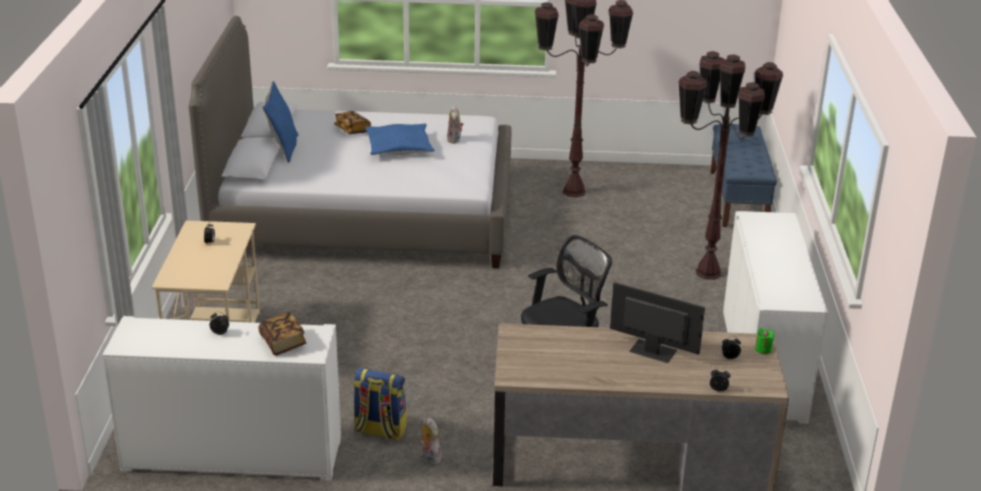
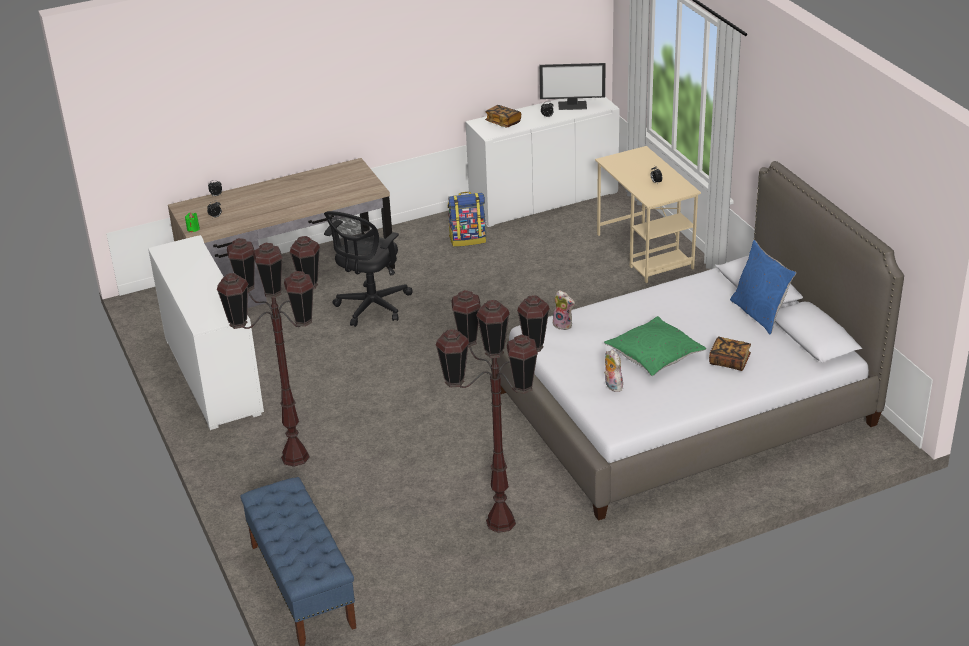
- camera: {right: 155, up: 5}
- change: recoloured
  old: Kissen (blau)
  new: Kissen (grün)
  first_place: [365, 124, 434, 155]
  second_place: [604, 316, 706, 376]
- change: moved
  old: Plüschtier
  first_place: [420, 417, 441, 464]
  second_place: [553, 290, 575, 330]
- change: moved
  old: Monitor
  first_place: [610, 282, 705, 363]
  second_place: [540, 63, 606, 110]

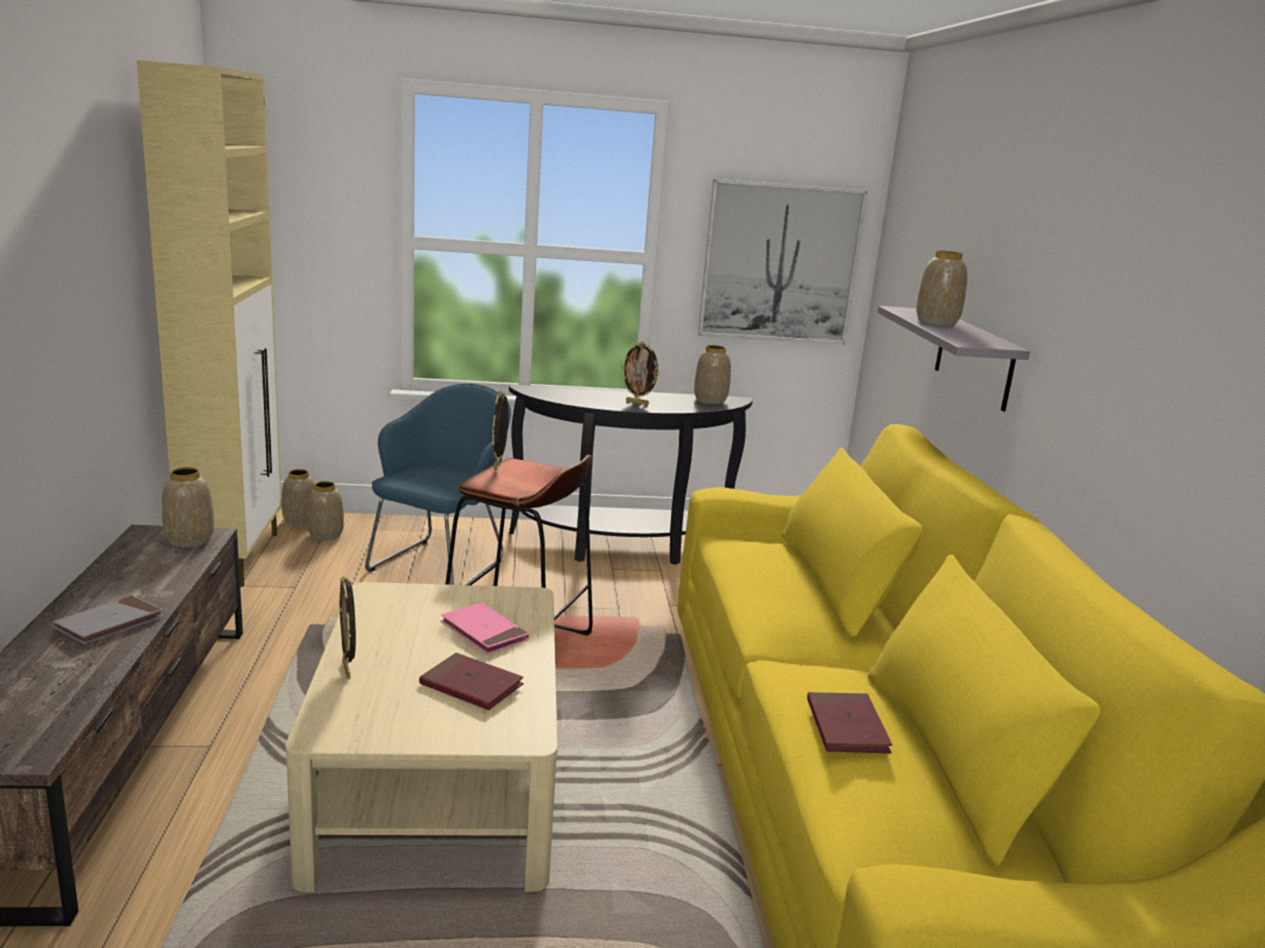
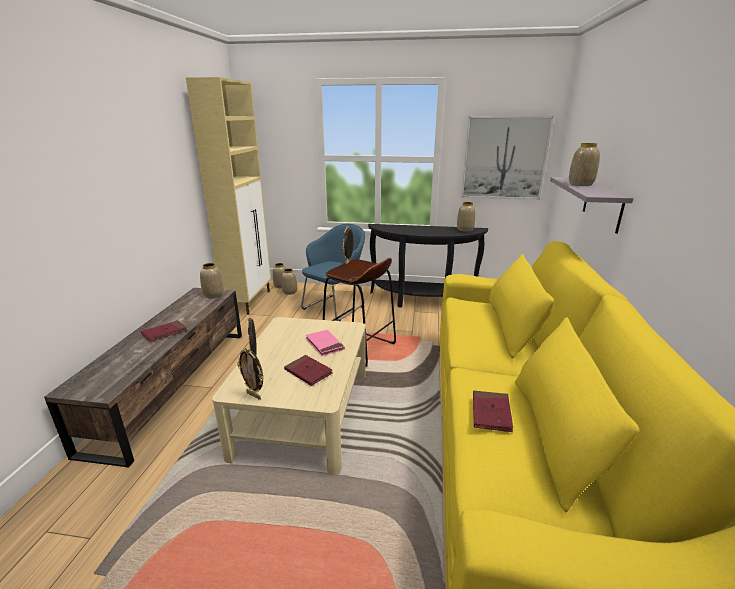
- camera: {right: 15, up: 5}
- change: recoloured
  old: Buch (grau)
  new: Buch (rot)
  first_place: [53, 596, 164, 644]
  second_place: [141, 320, 187, 342]
- change: moved
  old: Bilderrahmen
  first_place: [621, 341, 660, 405]
  second_place: [237, 348, 263, 400]

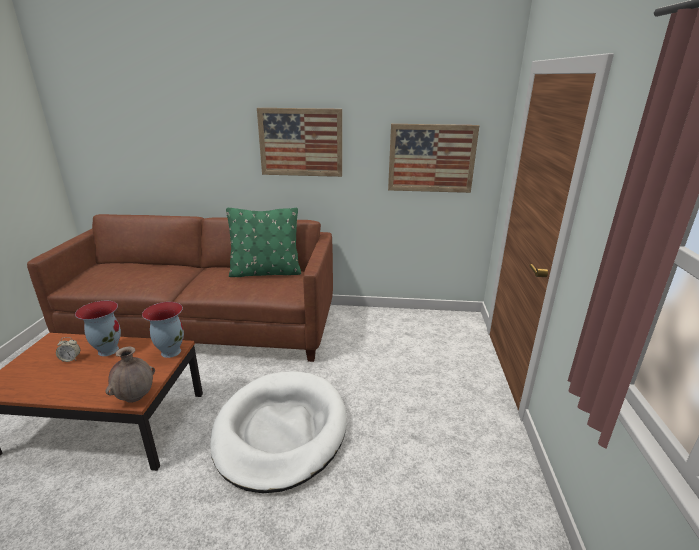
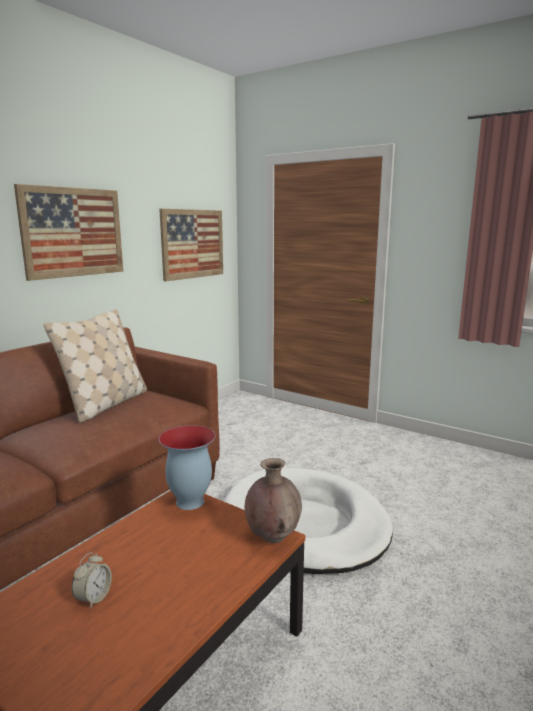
- camera: {right: -60, up: -10}
- change: removed
  old: Vase
  first_place: [75, 301, 121, 356]
- change: recoloured
  old: Kissen (grün)
  new: Kissen (beige)
  first_place: [226, 208, 301, 277]
  second_place: [44, 309, 147, 423]

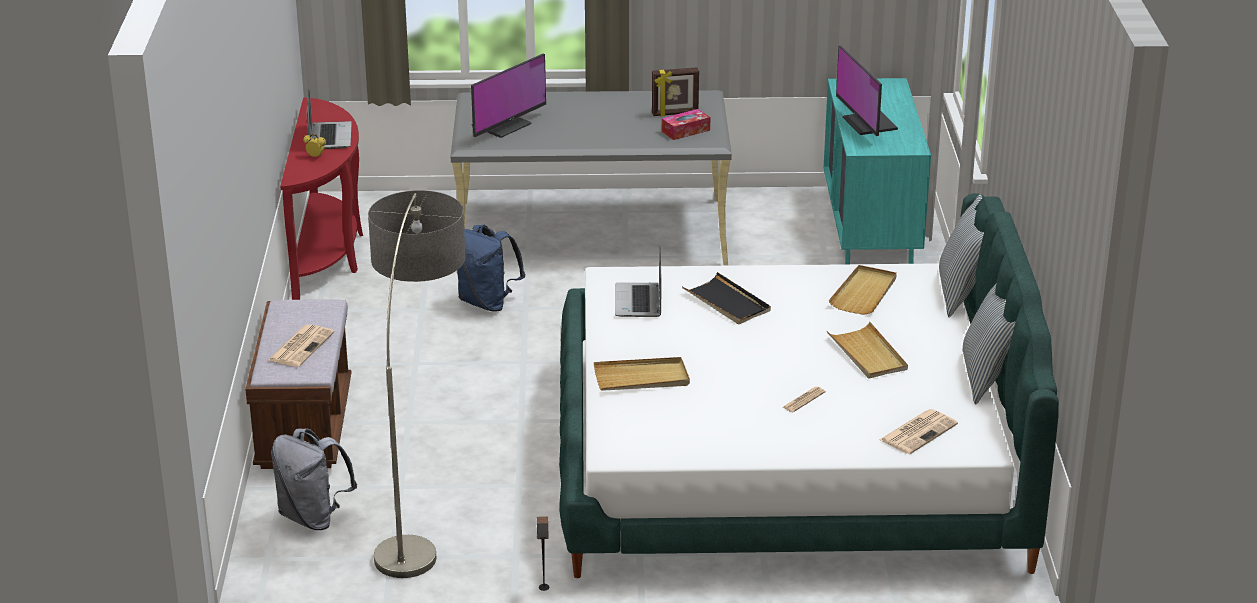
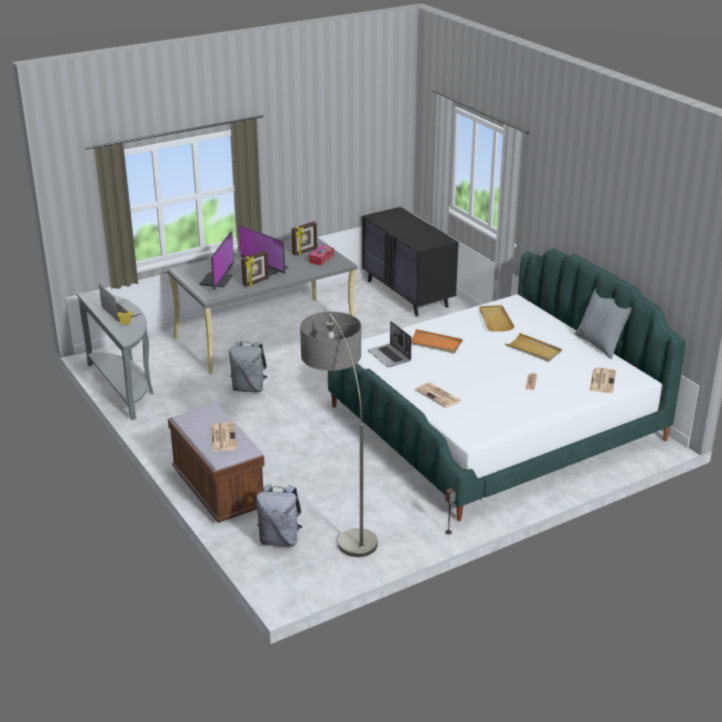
- camera: {right: -30, up: 0}
- change: recoloured
  old: Konsolentisch (rot)
  new: Konsolentisch (grau)
  first_place: [280, 98, 363, 300]
  second_place: [77, 292, 153, 420]
- change: recoloured
  old: Rucksack (blau)
  new: Rucksack (grau)
  first_place: [457, 225, 525, 312]
  second_place: [229, 341, 267, 392]
- change: replaced
  old: Tablett (beige)
  new: Zeitung
  first_place: [594, 357, 690, 391]
  second_place: [415, 382, 462, 408]
- change: recoloured
  old: Tablett (schwarz)
  new: Tablett (orange)
  first_place: [682, 272, 771, 325]
  second_place: [411, 329, 462, 353]
- change: recoloured
  old: Kommode (türkis)
  new: Kommode (schwarz)
  first_place: [823, 78, 931, 264]
  second_place: [362, 207, 459, 317]
- change: moved
  old: Monitor
  first_place: [836, 45, 898, 136]
  second_place: [239, 225, 288, 276]
- change: removed
  old: Kissen
  first_place: [939, 194, 984, 318]
- change: added
  new: Bilderrahmen
  second_place: [241, 250, 269, 287]

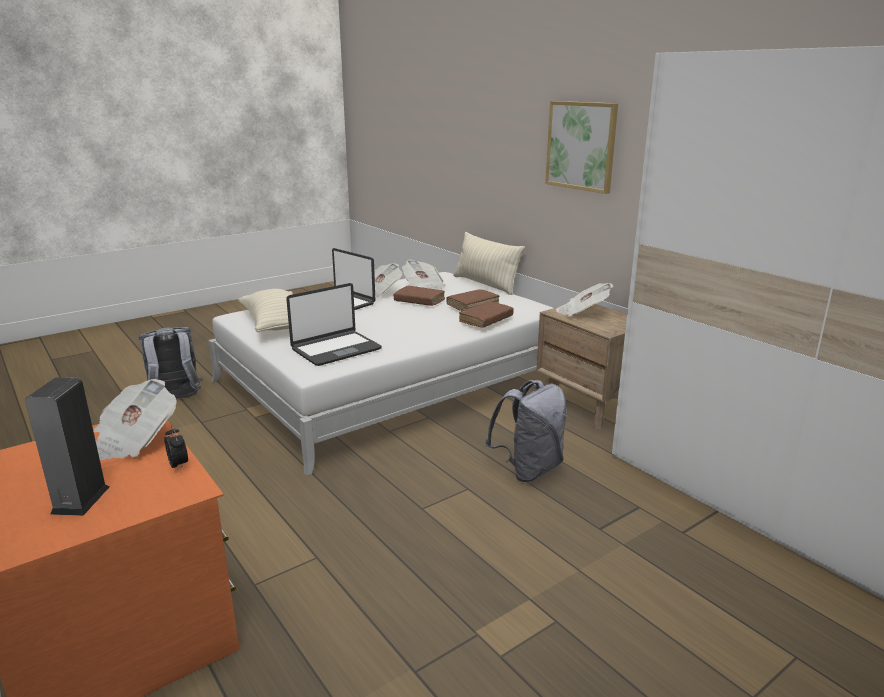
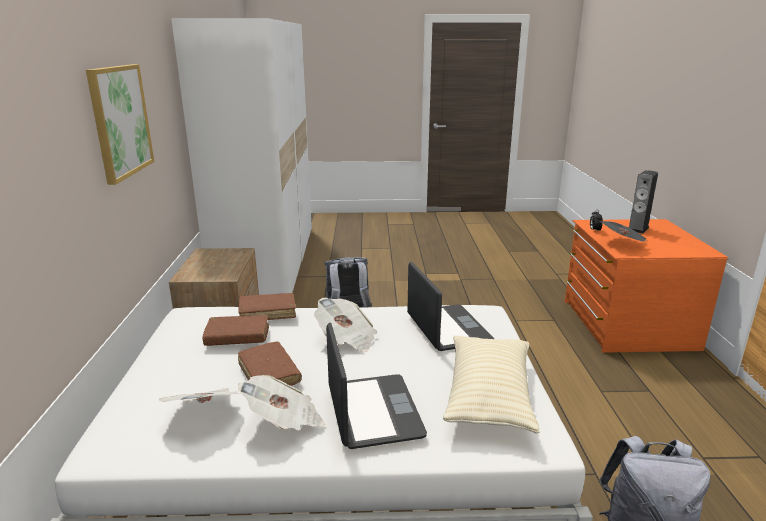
- camera: {right: -145, up: 0}
- change: turned
  old: Laptop
  first_place: [286, 283, 382, 366]
  second_place: [407, 262, 494, 351]
  degrees: 75
- change: removed
  old: Kissen (beige)
  first_place: [453, 232, 525, 295]
- change: moved
  old: Zeitung
  first_place: [555, 283, 614, 316]
  second_place: [314, 297, 378, 352]

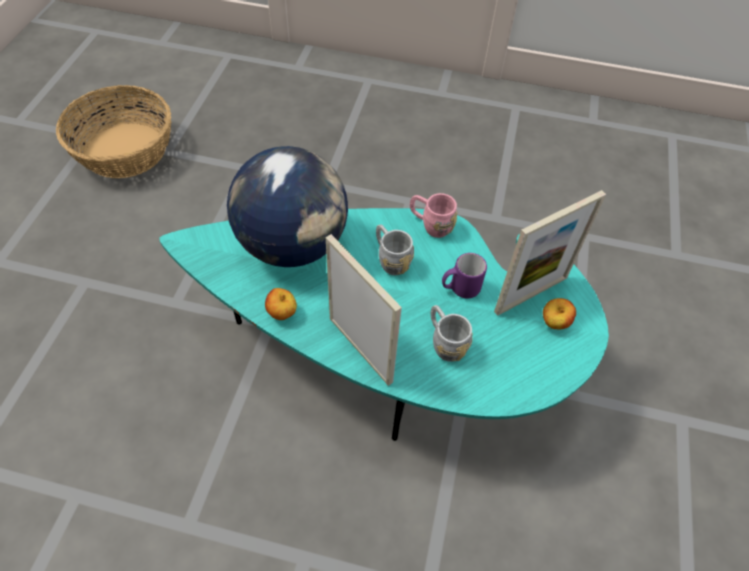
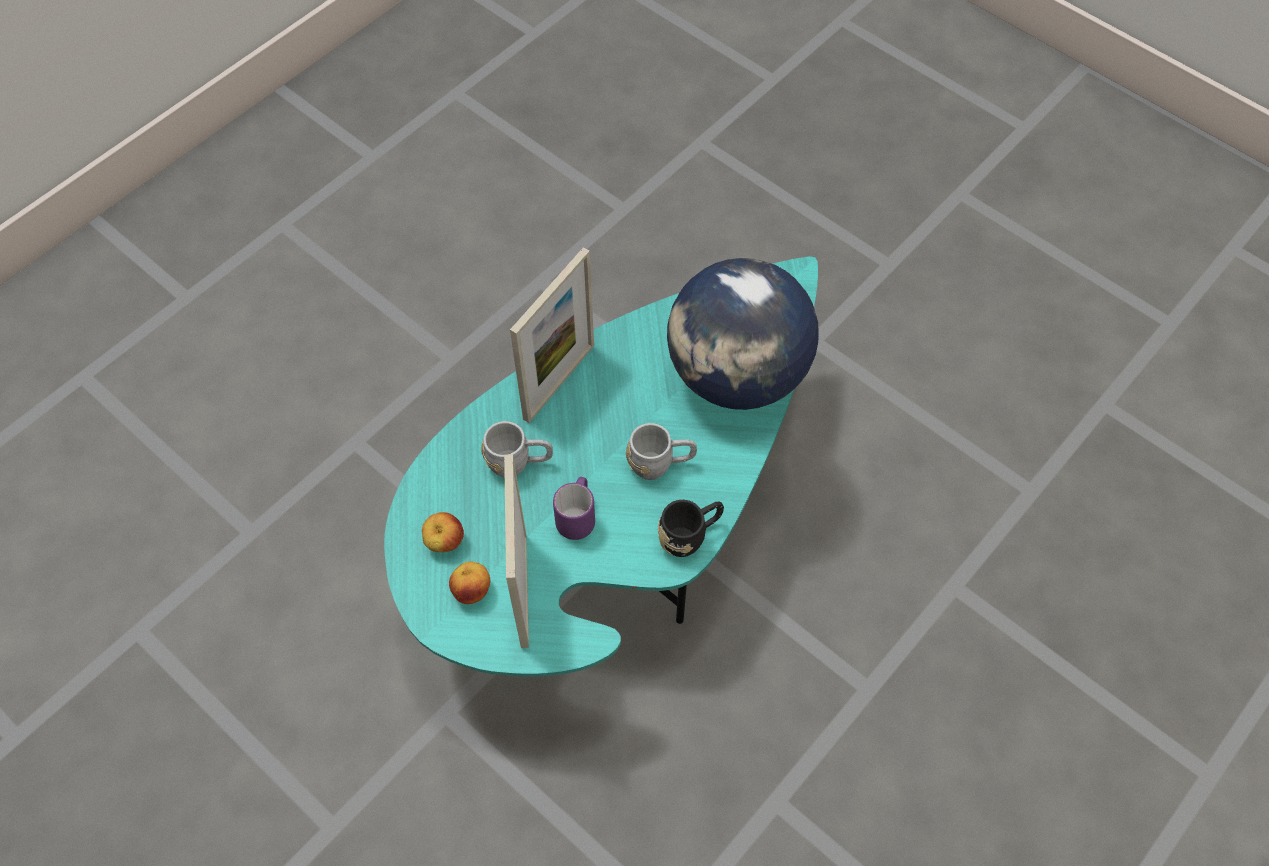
- camera: {right: 120, up: 5}
- change: removed
  old: Korb
  first_place: [56, 85, 172, 178]
- change: moved
  old: Apfel
  first_place: [265, 288, 297, 320]
  second_place: [422, 512, 464, 552]
- change: turned
  old: Bilderrahmen
  first_place: [326, 234, 402, 386]
  second_place: [510, 247, 594, 423]
  degrees: -45
- change: recoloured
  old: Henkelbecher (rosa)
  new: Henkelbecher (schwarz)
  first_place: [410, 193, 457, 238]
  second_place: [658, 500, 724, 557]

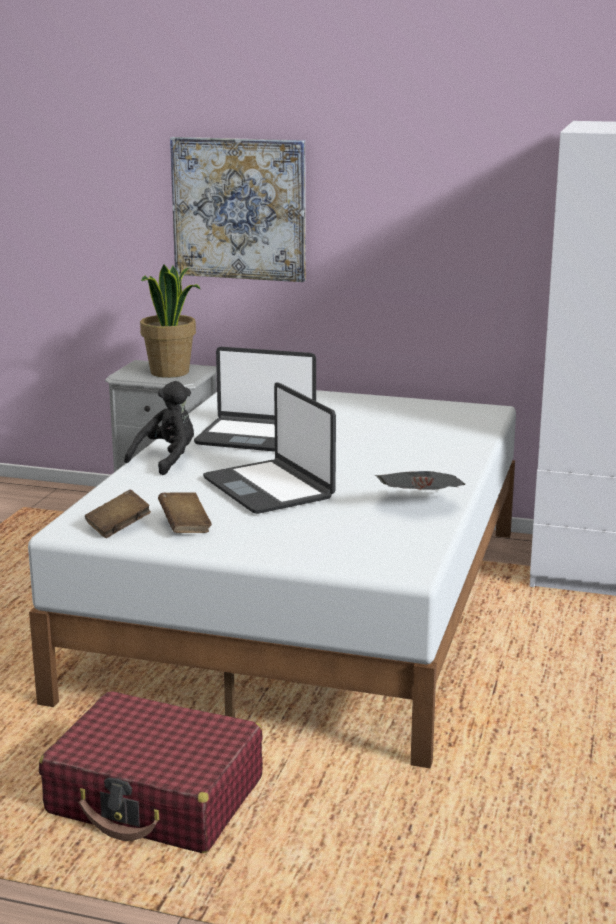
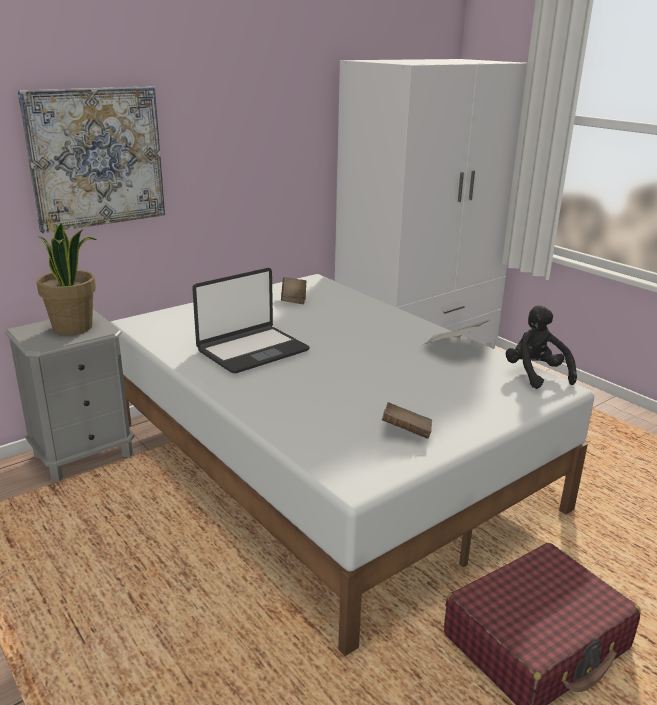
- camera: {right: -55, up: 5}
- change: moved
  old: Buch (braun)
  first_place: [85, 490, 151, 538]
  second_place: [281, 277, 306, 304]
- change: moved
  old: Plüschtier (schwarz)
  first_place: [124, 381, 194, 475]
  second_place: [506, 305, 577, 389]
- change: removed
  old: Laptop
  first_place: [203, 382, 336, 514]

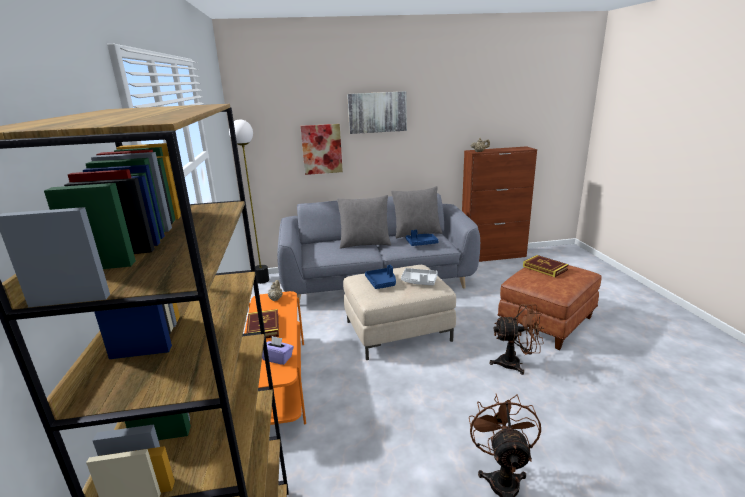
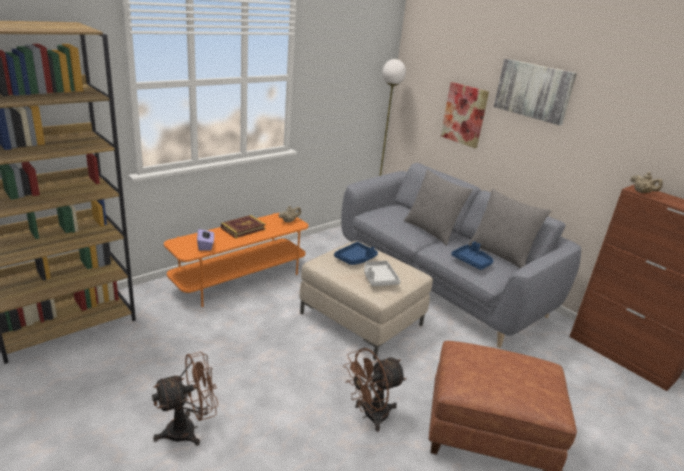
- camera: {right: 55, up: 5}
- change: turned
  old: Ventilator (braun)
  first_place: [490, 304, 544, 375]
  second_place: [344, 348, 406, 432]
  degrees: 90
- change: removed
  old: Buch
  first_place: [523, 255, 569, 277]

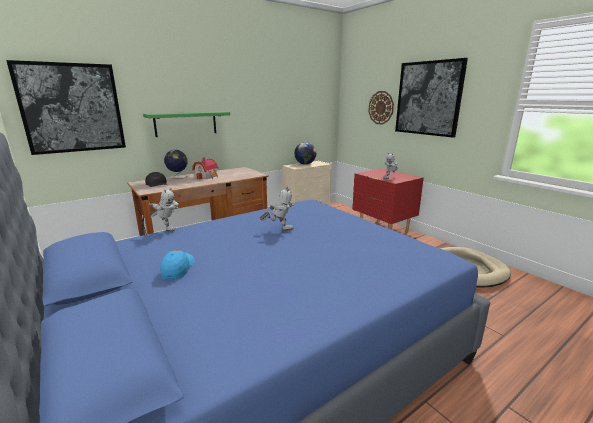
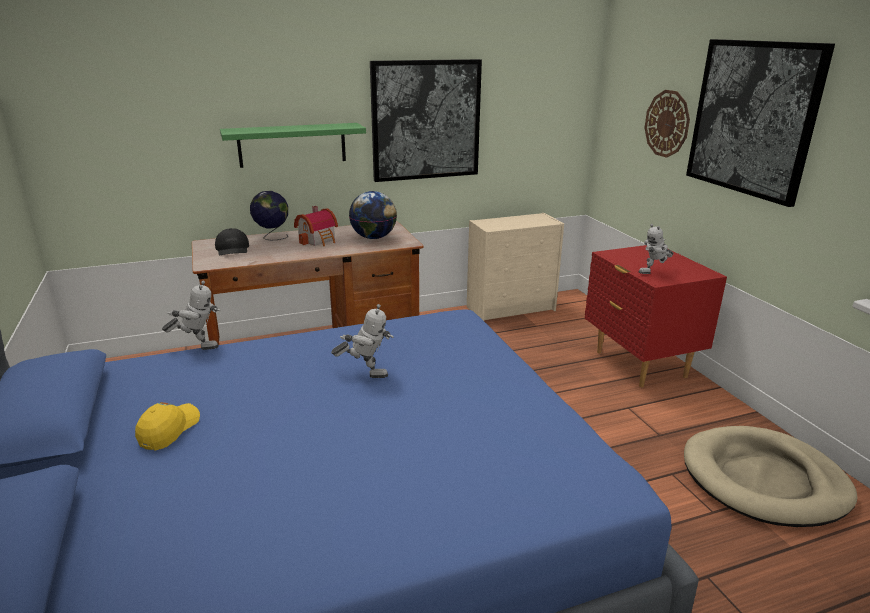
- camera: {right: 15, up: 5}
- change: moved
  old: Bild
  first_place: [6, 60, 126, 155]
  second_place: [370, 59, 482, 182]
- change: turned
  old: Spielzeugroboter
  first_place: [149, 188, 179, 232]
  second_place: [162, 281, 220, 350]
  degrees: -45
- change: recoloured
  old: Kappe (blau)
  new: Kappe (gelb)
  first_place: [160, 250, 195, 280]
  second_place: [135, 402, 200, 451]
- change: moved
  old: Globus
  first_place: [294, 142, 317, 165]
  second_place: [349, 191, 397, 239]

